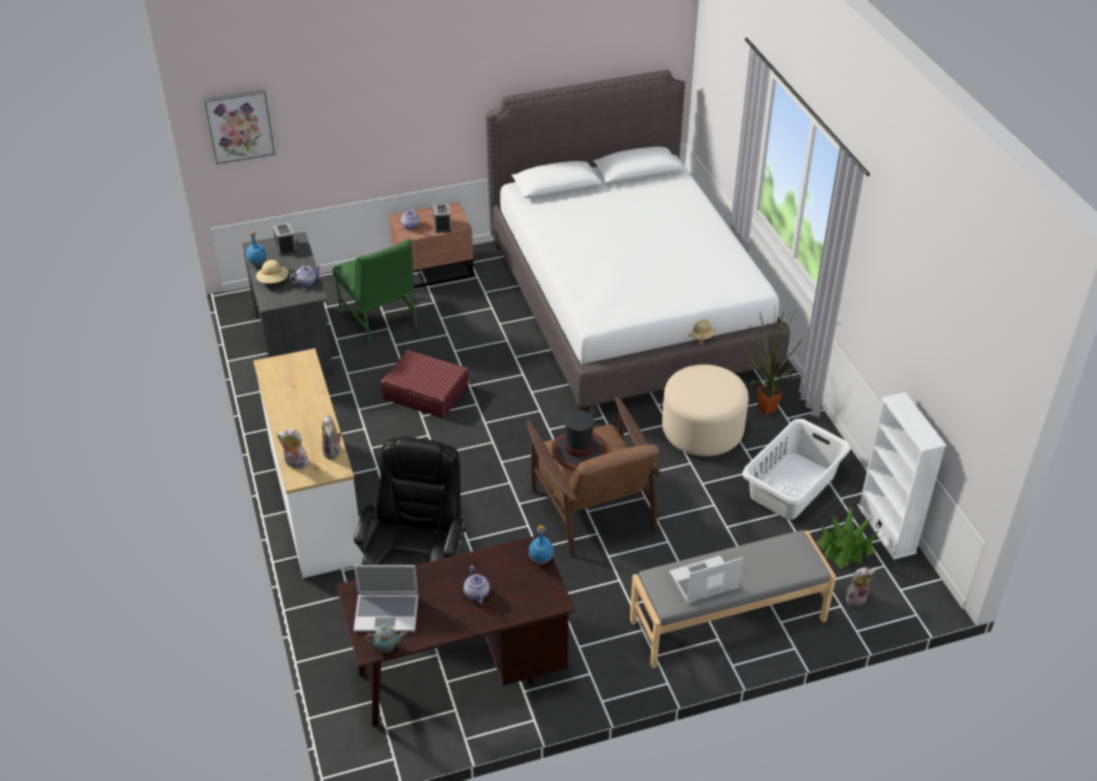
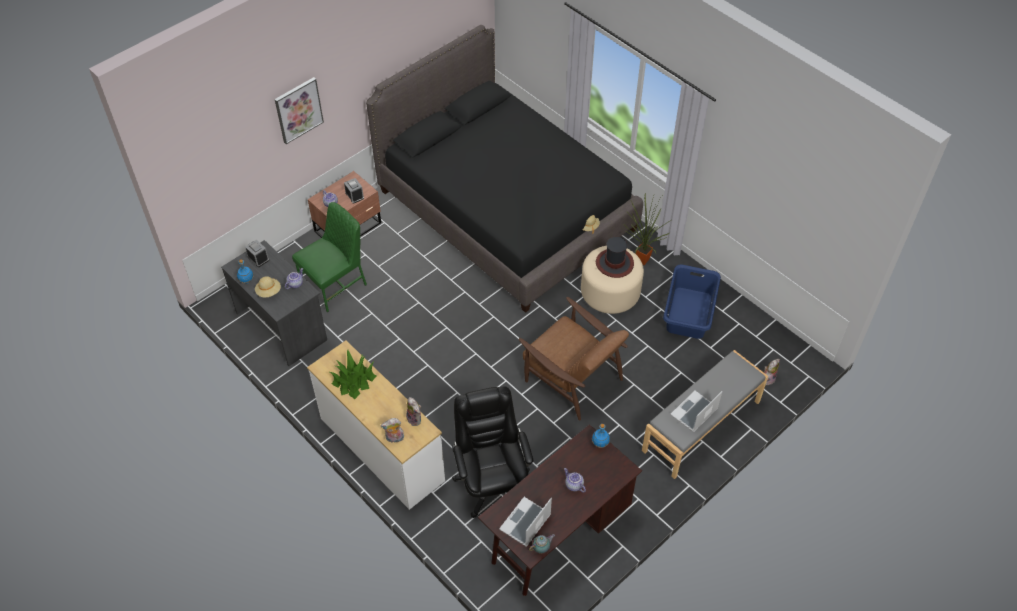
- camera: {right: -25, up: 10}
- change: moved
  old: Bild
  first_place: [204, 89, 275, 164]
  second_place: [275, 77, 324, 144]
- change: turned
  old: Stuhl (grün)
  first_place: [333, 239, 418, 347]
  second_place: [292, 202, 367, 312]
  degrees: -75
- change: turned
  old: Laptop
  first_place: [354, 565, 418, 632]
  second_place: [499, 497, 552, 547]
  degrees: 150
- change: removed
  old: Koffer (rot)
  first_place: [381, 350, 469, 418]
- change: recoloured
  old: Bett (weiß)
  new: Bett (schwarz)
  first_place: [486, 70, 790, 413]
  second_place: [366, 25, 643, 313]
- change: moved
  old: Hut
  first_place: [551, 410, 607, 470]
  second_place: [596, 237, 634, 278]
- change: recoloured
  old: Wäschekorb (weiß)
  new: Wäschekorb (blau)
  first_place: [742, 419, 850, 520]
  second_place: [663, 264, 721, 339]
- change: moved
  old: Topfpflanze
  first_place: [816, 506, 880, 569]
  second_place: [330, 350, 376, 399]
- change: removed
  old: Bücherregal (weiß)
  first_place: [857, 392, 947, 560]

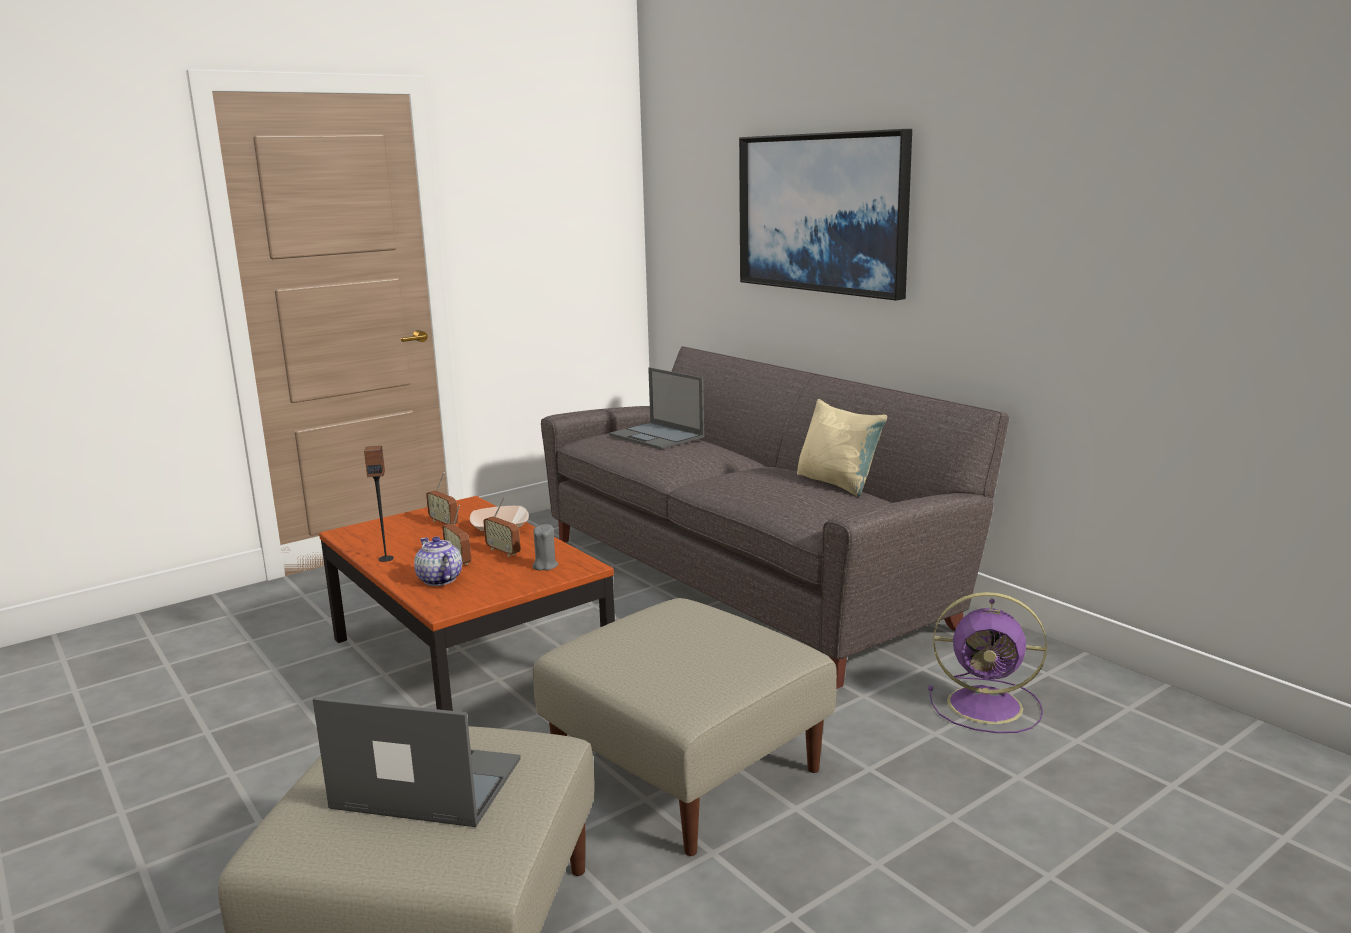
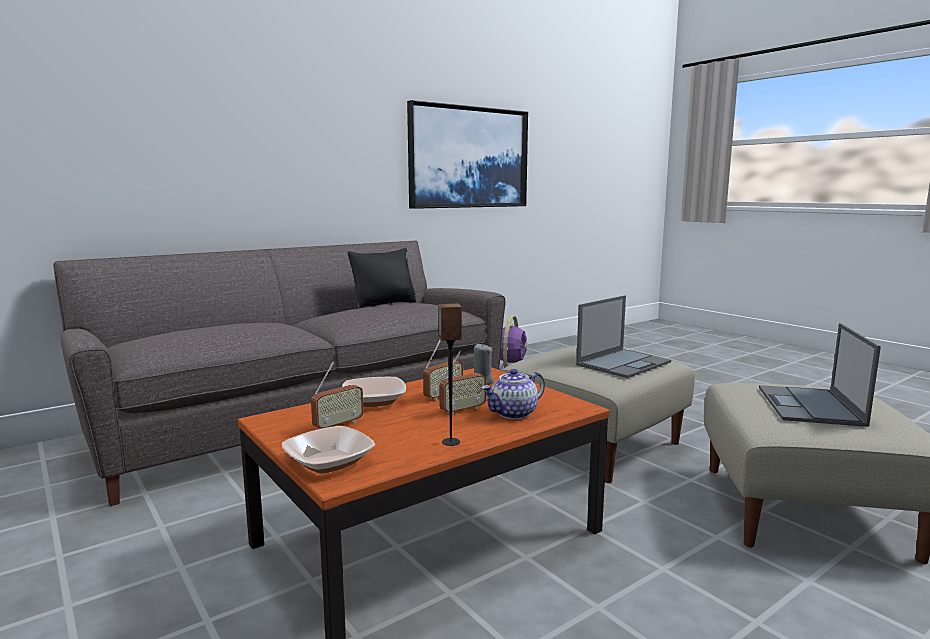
- camera: {right: -90, up: -5}
- change: moved
  old: Laptop
  first_place: [609, 367, 704, 450]
  second_place: [576, 295, 671, 378]
- change: moved
  old: Bild
  first_place: [739, 129, 912, 300]
  second_place: [407, 100, 528, 209]
- change: recoloured
  old: Kissen (beige)
  new: Kissen (schwarz)
  first_place: [797, 399, 887, 497]
  second_place: [348, 248, 417, 308]
- change: added
  new: Schüssel
  second_place: [282, 426, 375, 474]

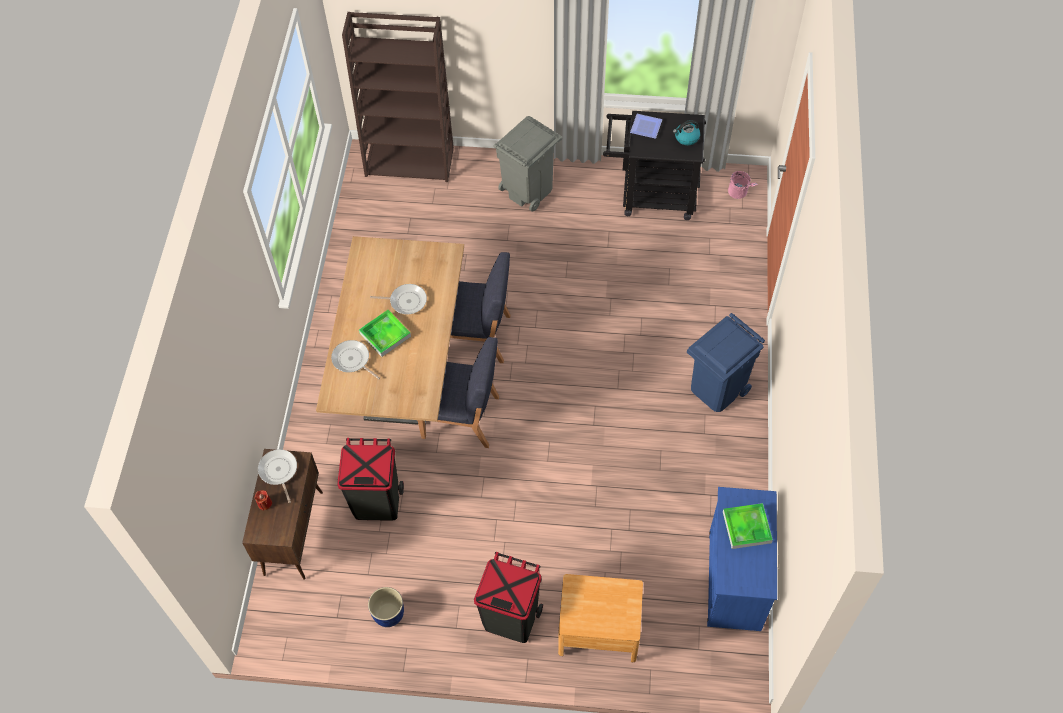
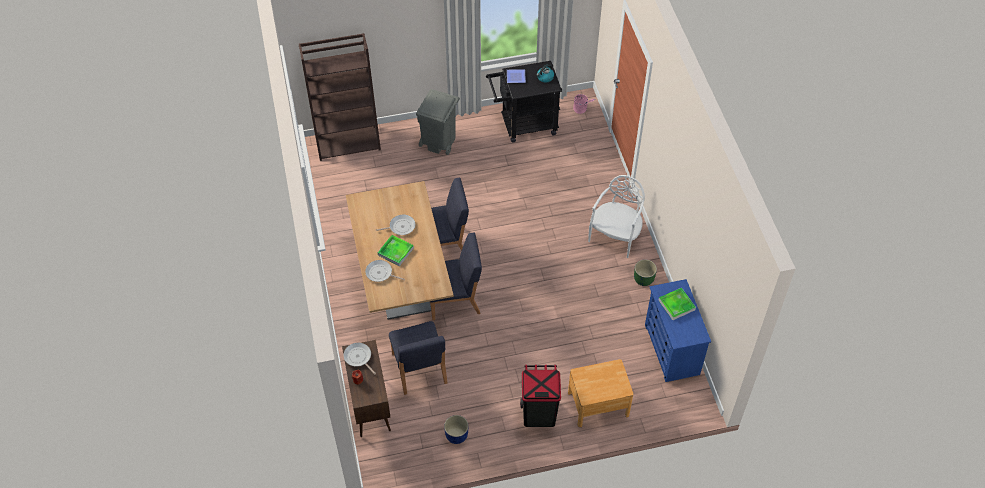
- camera: {right: -20, up: -5}
- change: replaced
  old: Mülleimer (schwarz)
  new: Stuhl (blau)
  first_place: [337, 438, 404, 521]
  second_place: [389, 321, 447, 395]
- change: replaced
  old: Mülleimer (blau)
  new: Stuhl (weiß)
  first_place: [687, 313, 765, 412]
  second_place: [588, 175, 645, 258]
- change: added
  new: Pflanzkübel (grün)
  second_place: [634, 259, 657, 286]

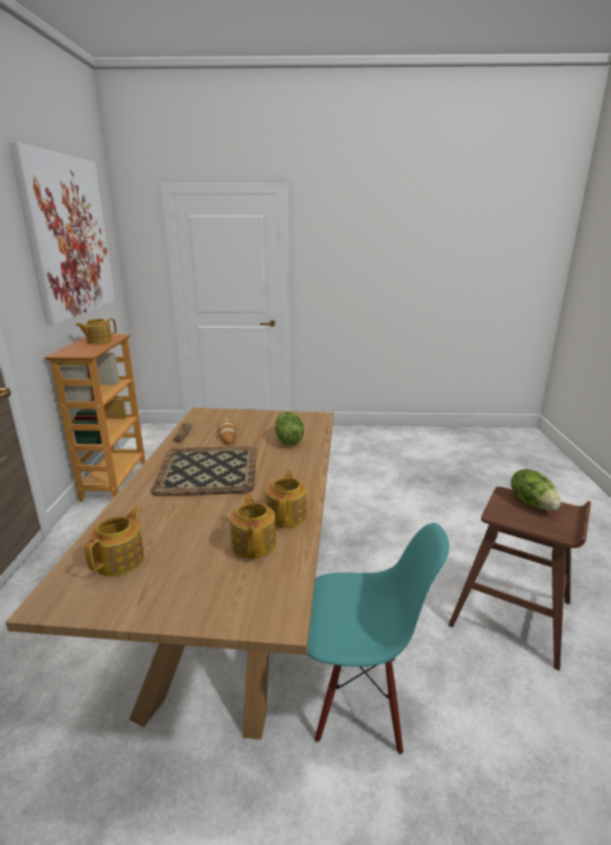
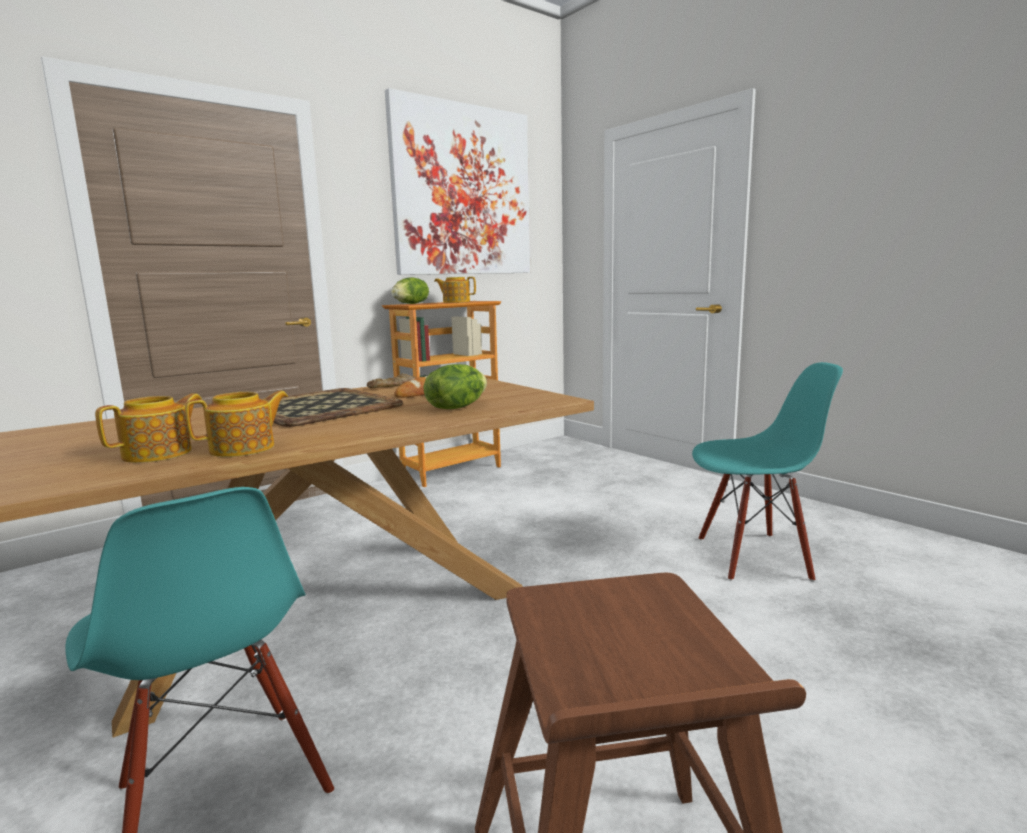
- camera: {right: 50, up: -10}
- change: removed
  old: Teekanne
  first_place: [84, 507, 144, 576]
- change: moved
  old: Salatkopf
  first_place: [511, 469, 561, 510]
  second_place: [391, 277, 429, 304]
- change: added
  new: Stuhl (türkis)
  second_place: [692, 362, 843, 582]

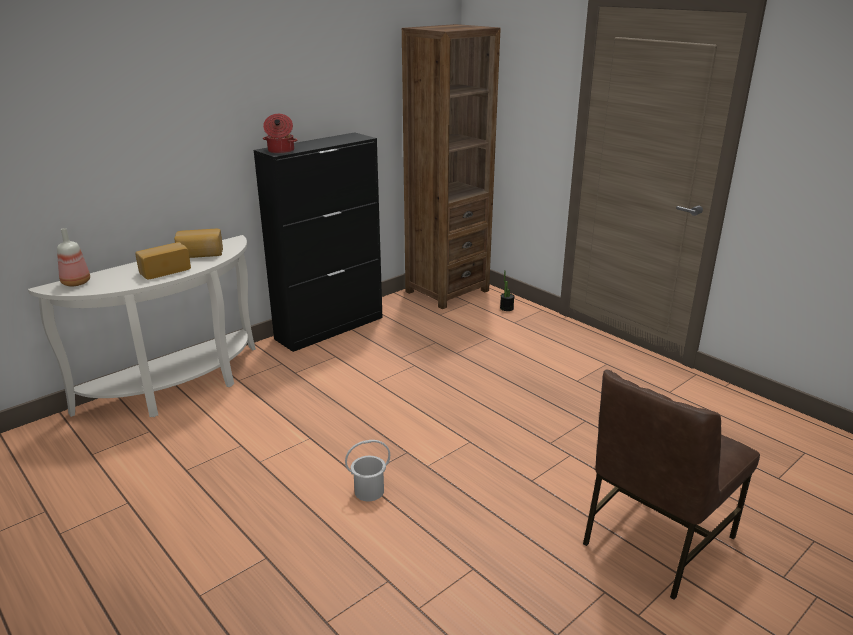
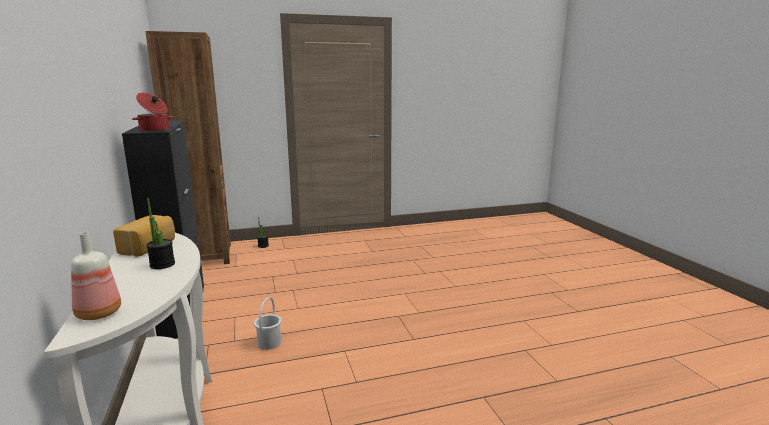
- camera: {right: -65, up: -10}
- change: replaced
  old: Brot
  new: Topfpflanze
  first_place: [135, 242, 191, 279]
  second_place: [146, 198, 175, 269]
- change: moved
  old: Eimer (weiß)
  first_place: [345, 440, 390, 501]
  second_place: [254, 297, 282, 350]
- change: removed
  old: Stuhl (braun)
  first_place: [583, 370, 760, 600]

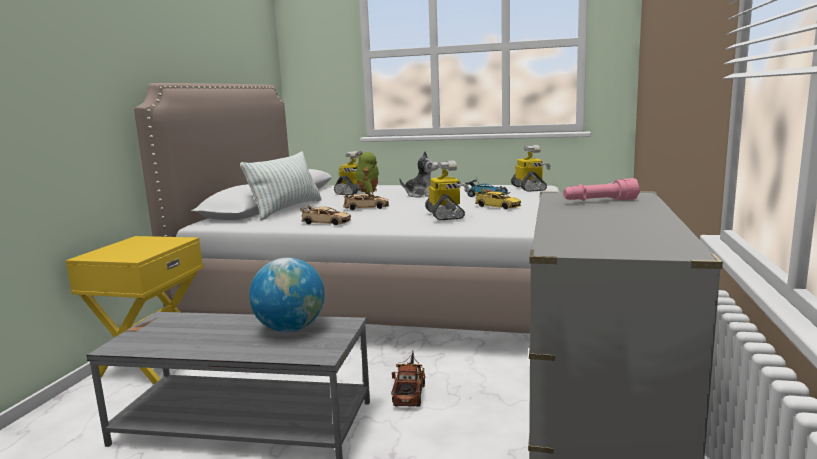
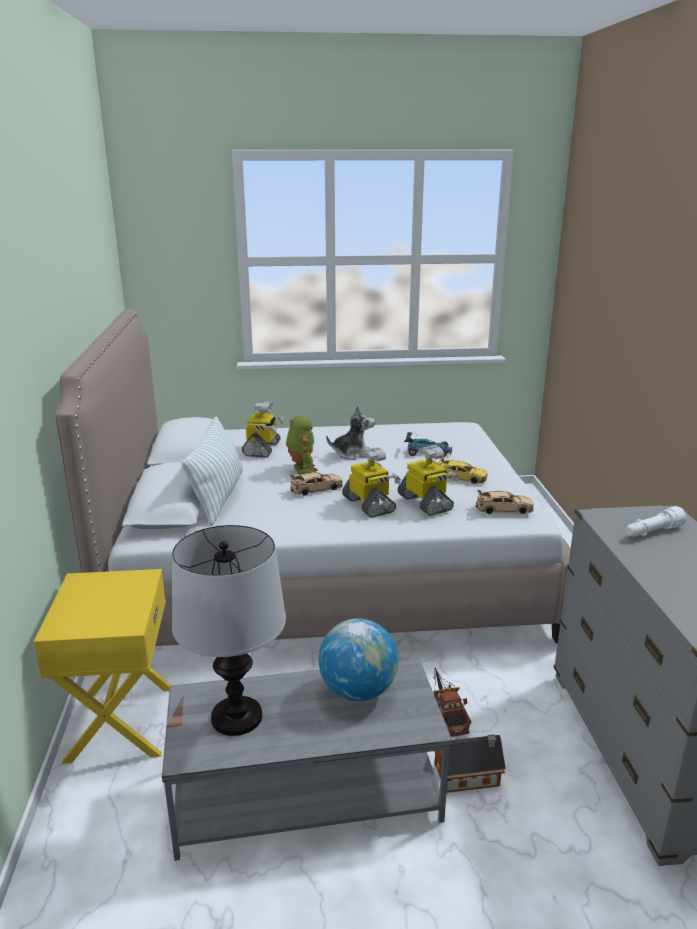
- camera: {right: -20, up: 10}
- change: moved
  old: Spielzeugauto (beige)
  first_place: [300, 206, 351, 225]
  second_place: [476, 490, 534, 514]
- change: moved
  old: Spielzeugroboter
  first_place: [511, 145, 551, 192]
  second_place: [342, 447, 401, 517]
- change: recoloured
  old: Taschenlampe (rosa)
  new: Taschenlampe (weiß)
  first_place: [563, 178, 640, 201]
  second_place: [626, 506, 687, 537]
- change: added
  new: Tischlampe
  second_place: [172, 525, 286, 736]
- change: added
  new: Spielzeughaus
  second_place: [434, 734, 506, 793]

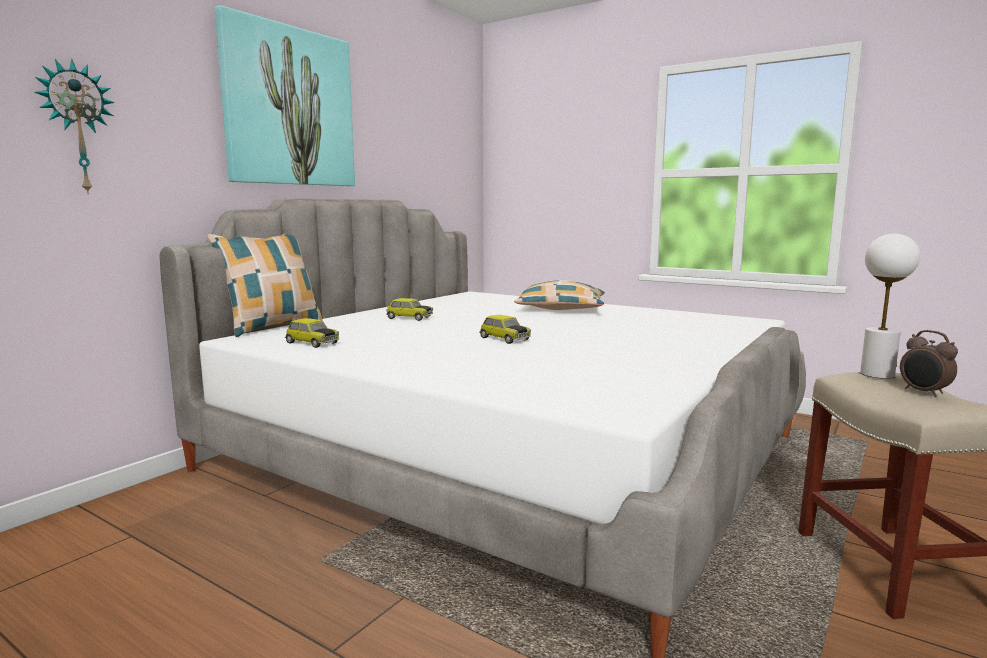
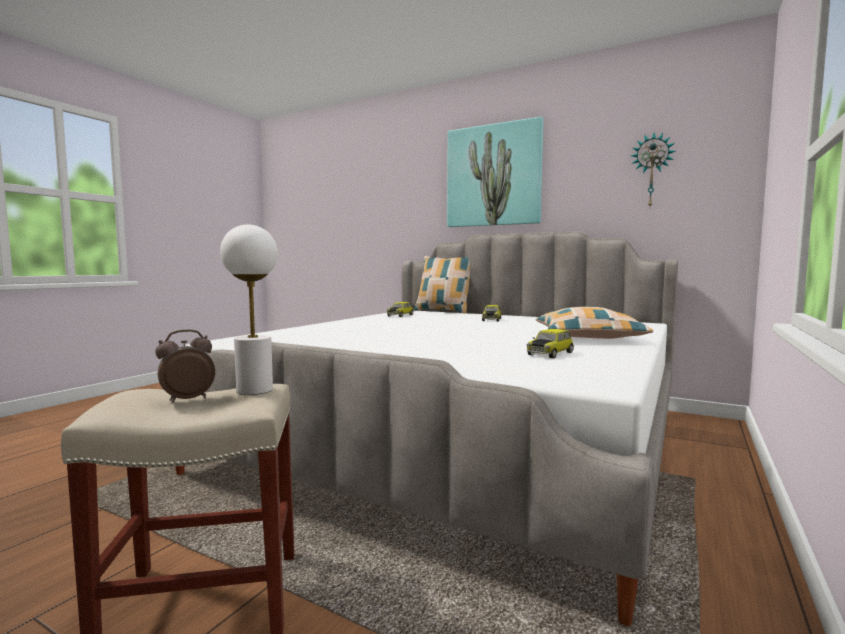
- camera: {right: 85, up: -5}
- change: moved
  old: Wanduhr
  first_place: [34, 59, 115, 195]
  second_place: [631, 133, 676, 207]
- change: moved
  old: Spielzeugauto
  first_place: [480, 315, 531, 344]
  second_place: [527, 329, 574, 358]

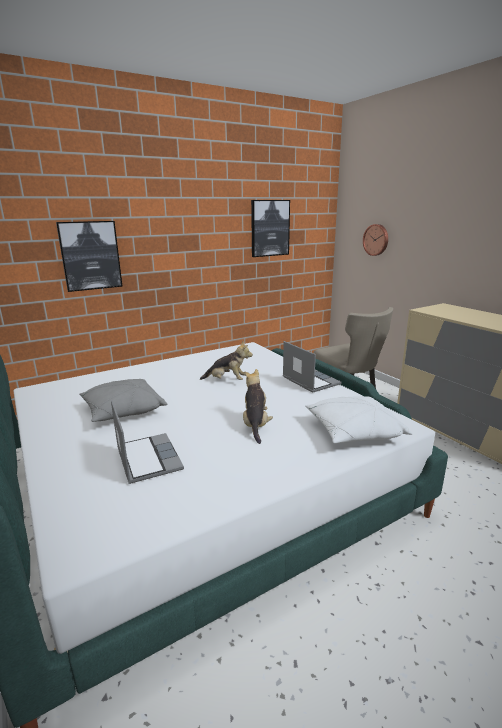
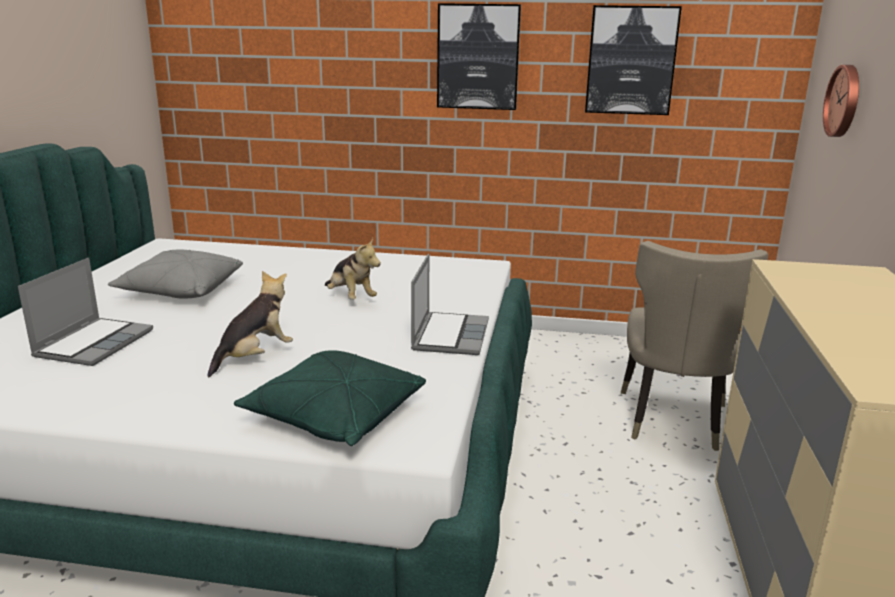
- camera: {right: 40, up: 0}
- change: moved
  old: Bild
  first_place: [56, 221, 123, 292]
  second_place: [437, 3, 521, 110]
- change: recoloured
  old: Kissen (weiß)
  new: Kissen (grün)
  first_place: [305, 396, 413, 443]
  second_place: [234, 350, 426, 446]

